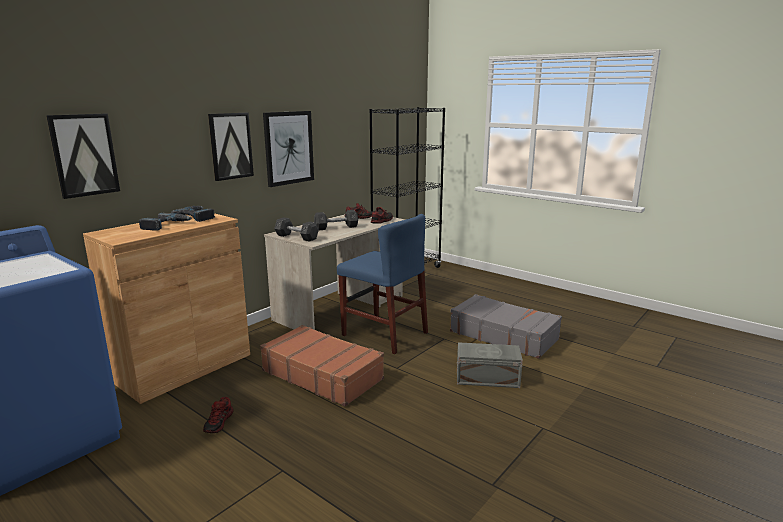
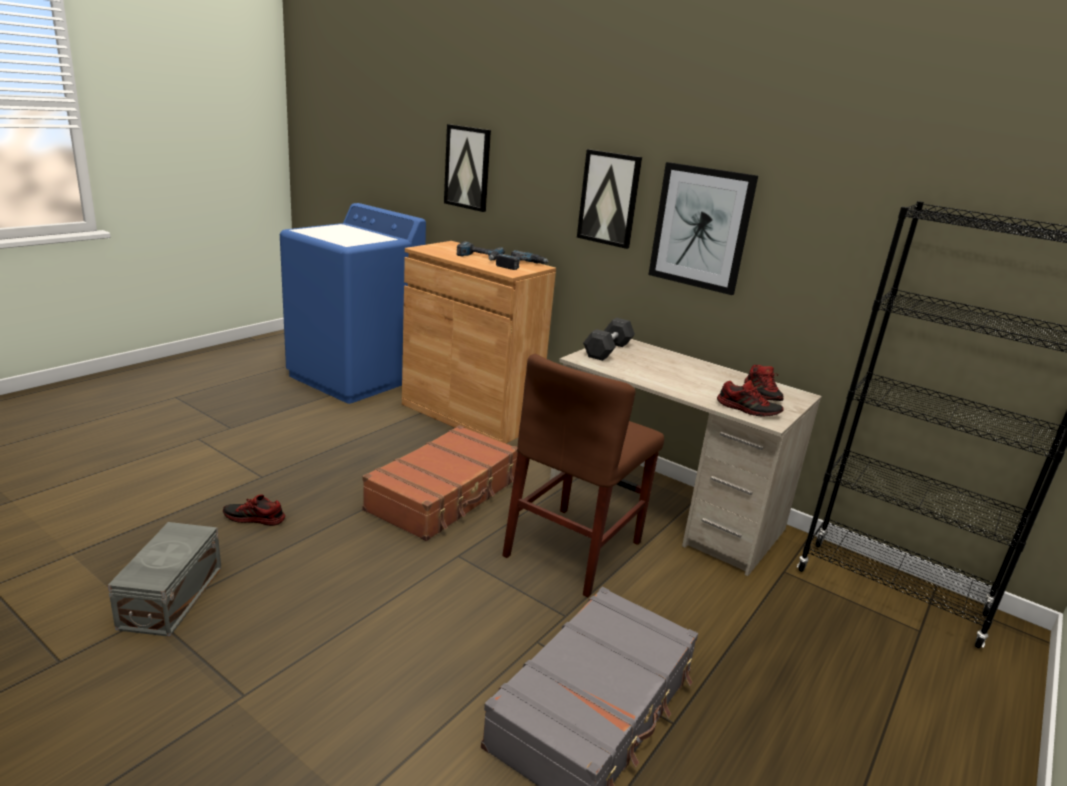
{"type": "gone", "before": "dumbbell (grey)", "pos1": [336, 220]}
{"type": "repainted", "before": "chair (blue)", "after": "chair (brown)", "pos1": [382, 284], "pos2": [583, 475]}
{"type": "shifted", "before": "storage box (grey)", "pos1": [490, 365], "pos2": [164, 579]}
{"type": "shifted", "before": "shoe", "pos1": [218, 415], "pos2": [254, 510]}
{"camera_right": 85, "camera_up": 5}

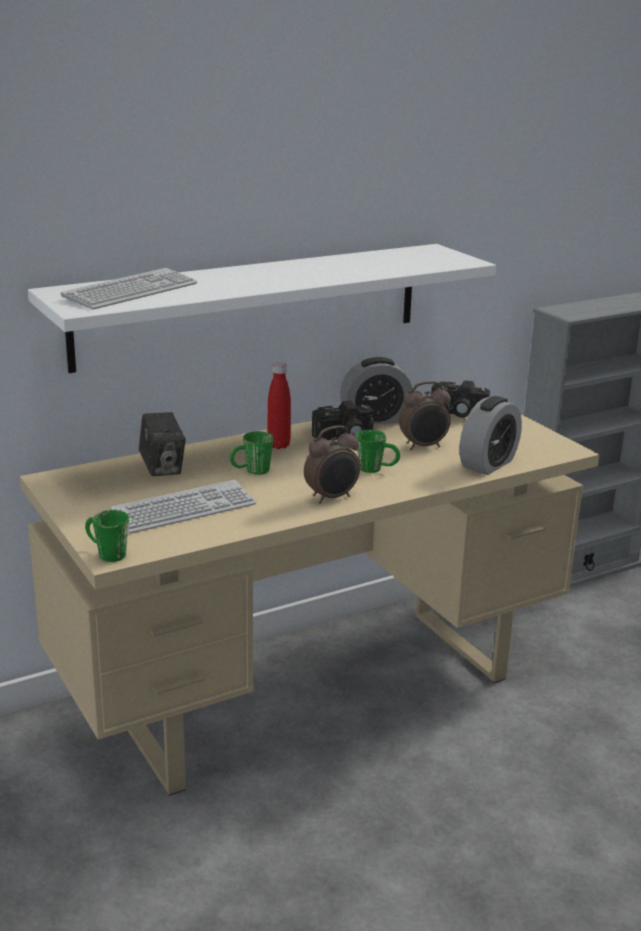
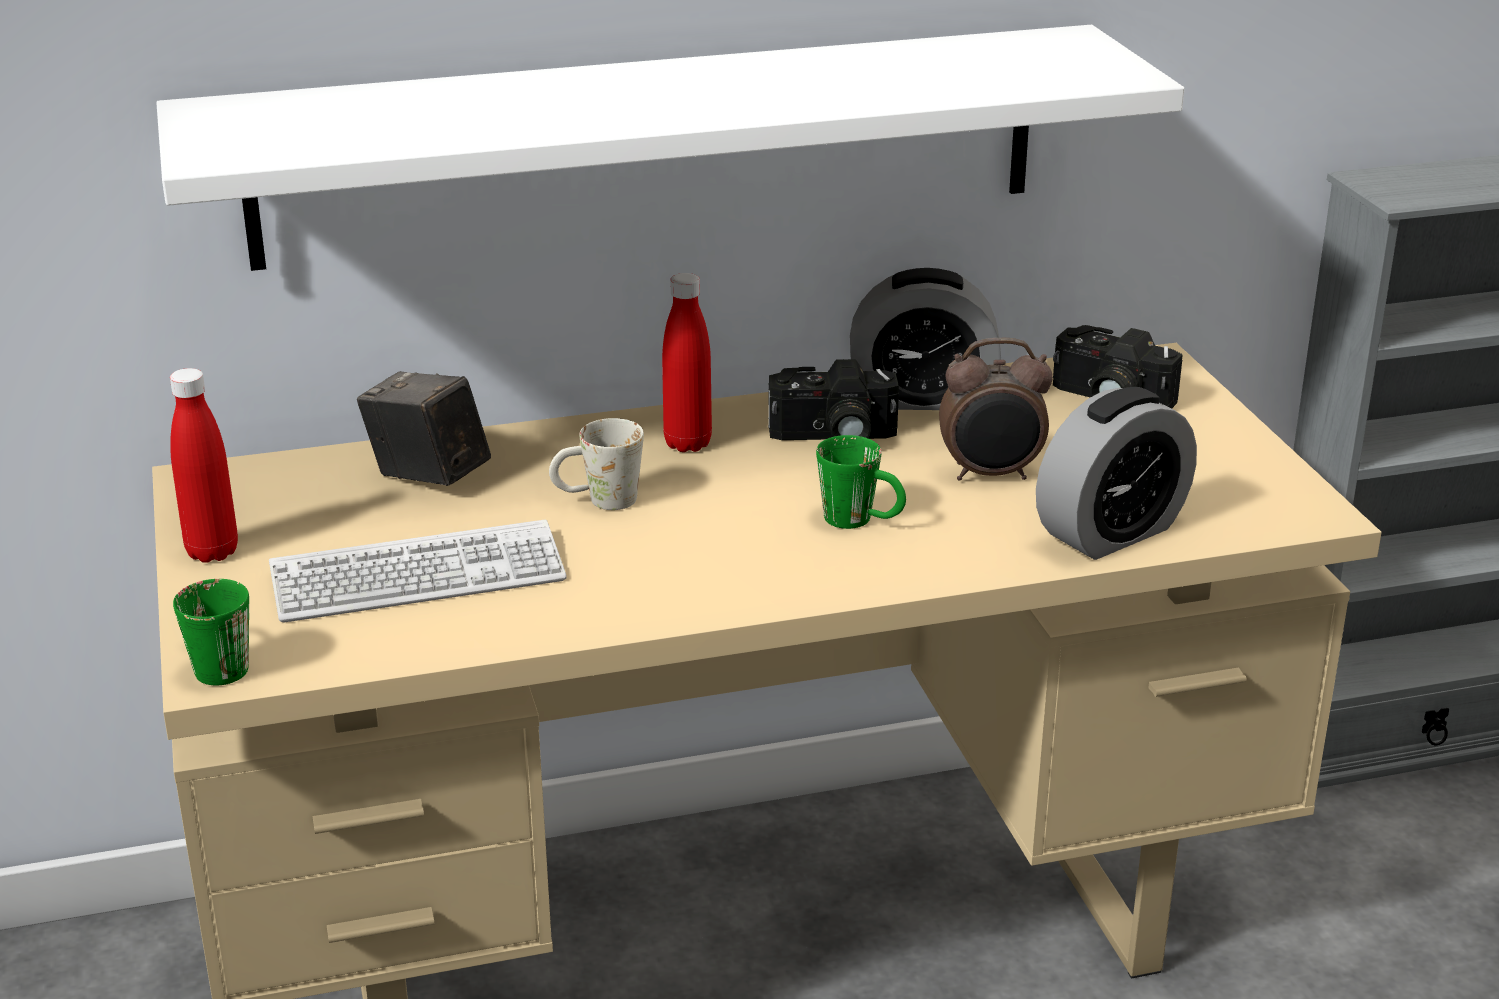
{"type": "gone", "before": "keyboard", "pos1": [129, 288]}
{"type": "rotated", "before": "photo camera", "pos1": [162, 444], "pos2": [424, 428], "turn": 135}
{"type": "gone", "before": "alarm clock", "pos1": [332, 464]}
{"type": "repainted", "before": "mug (green)", "after": "mug (white)", "pos1": [252, 453], "pos2": [596, 464]}
{"type": "new", "after": "bottle (red)", "pos2": [204, 465]}
{"camera_right": 15, "camera_up": 5}

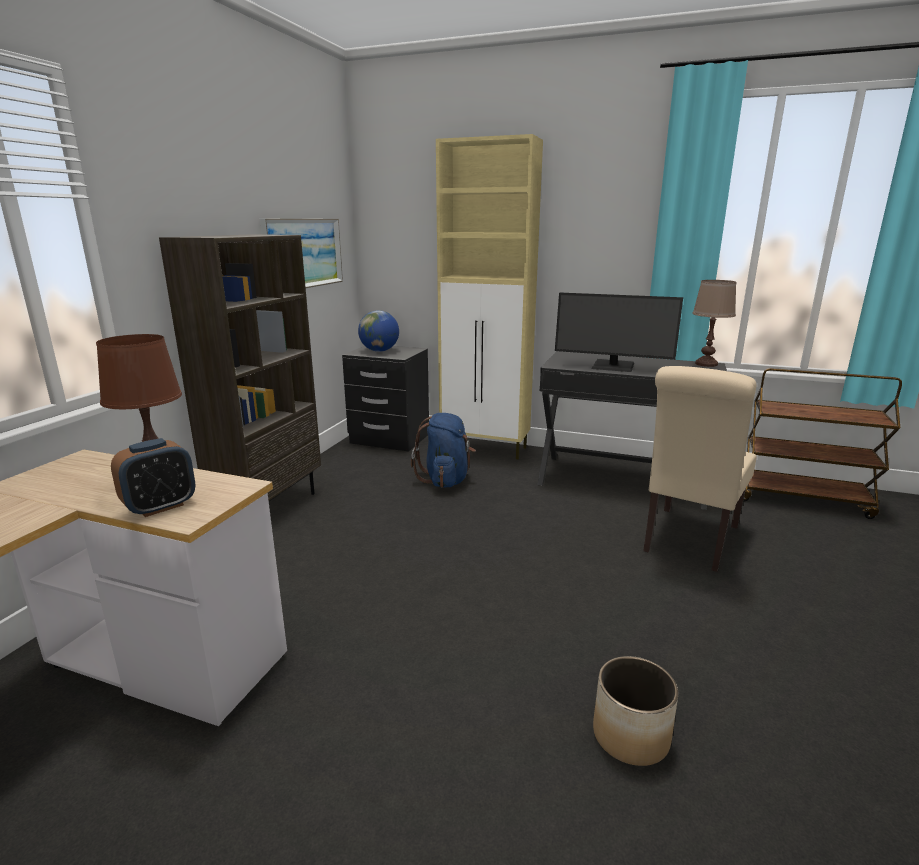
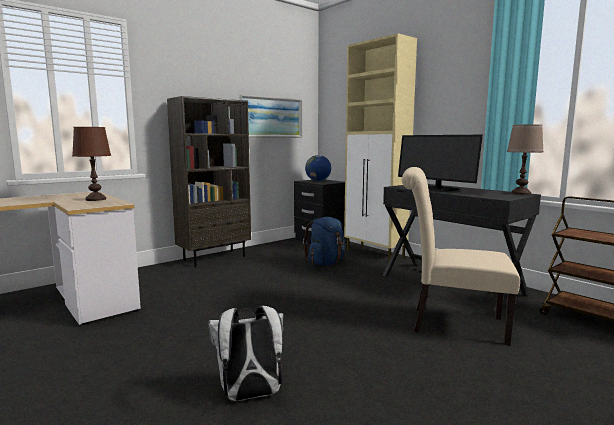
{"type": "rotated", "before": "chair (beige)", "pos1": [700, 469], "pos2": [461, 256], "turn": 45}
{"type": "gone", "before": "alarm clock", "pos1": [153, 477]}
{"type": "swapped", "before": "planter", "after": "backpack (white)", "pos1": [635, 711], "pos2": [245, 353]}
{"camera_right": 30, "camera_up": -10}

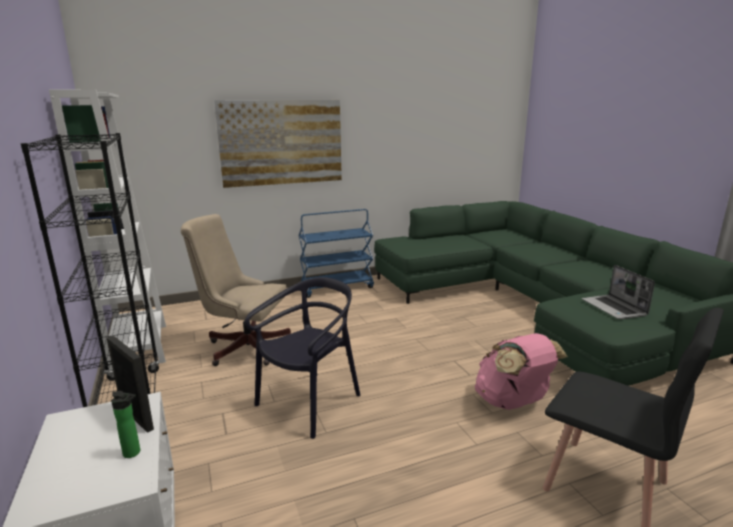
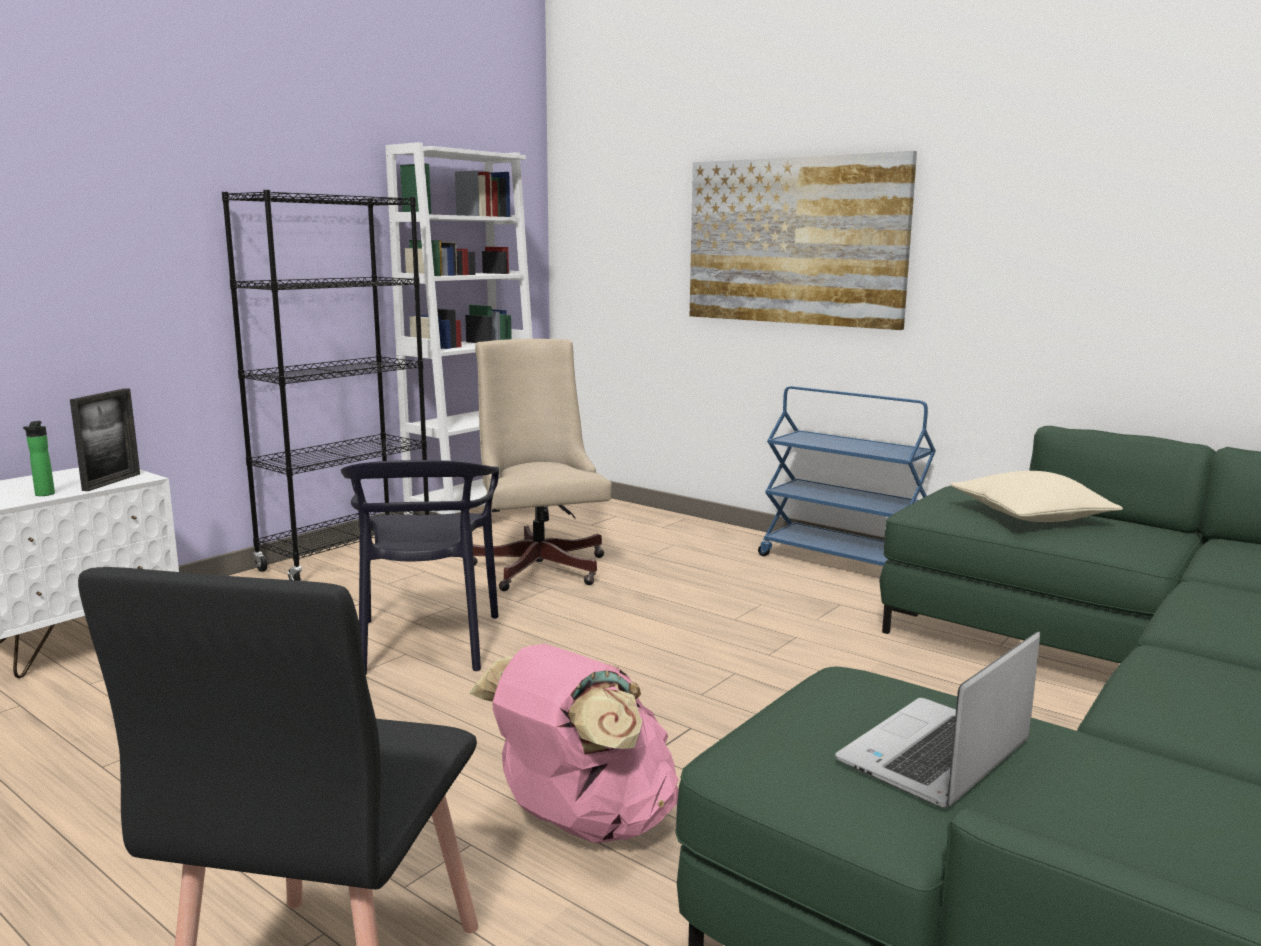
{"type": "rotated", "before": "chair (black)", "pos1": [302, 358], "pos2": [420, 567], "turn": 75}
{"type": "new", "after": "pillow (beige)", "pos2": [1036, 496]}
{"camera_right": 60, "camera_up": -5}

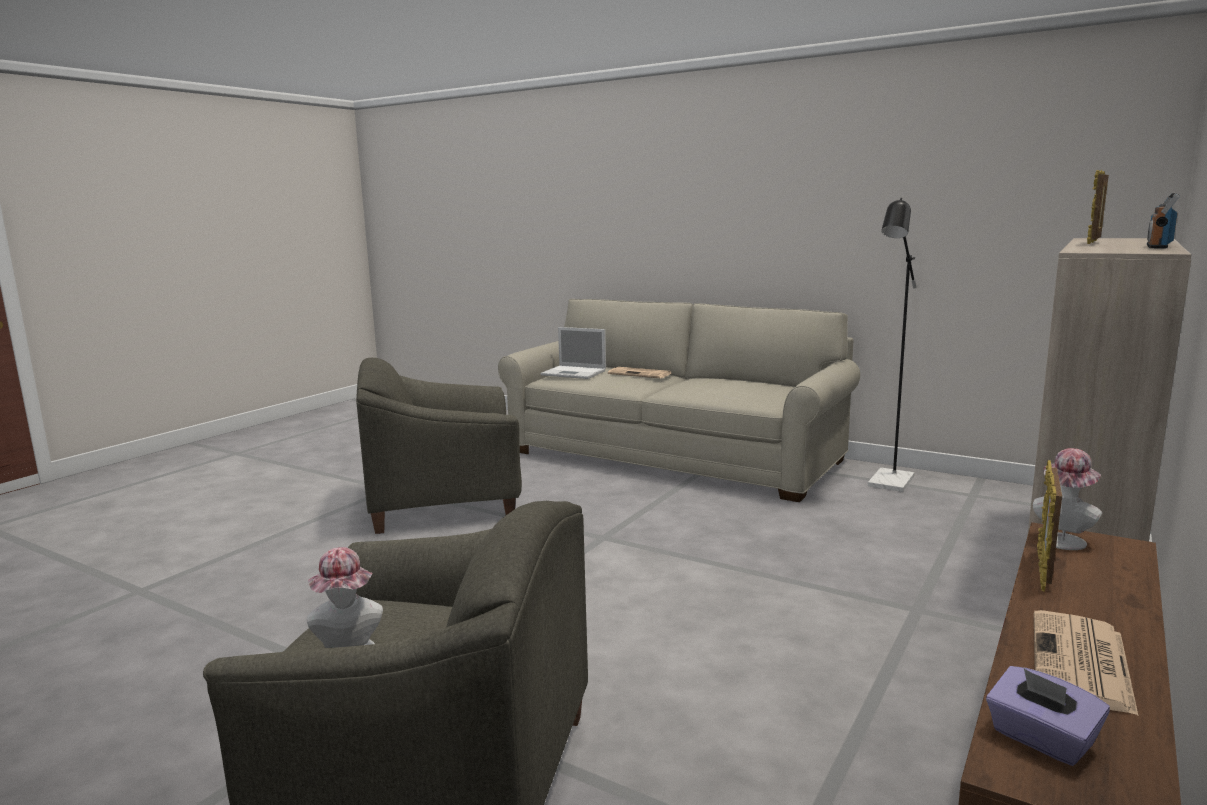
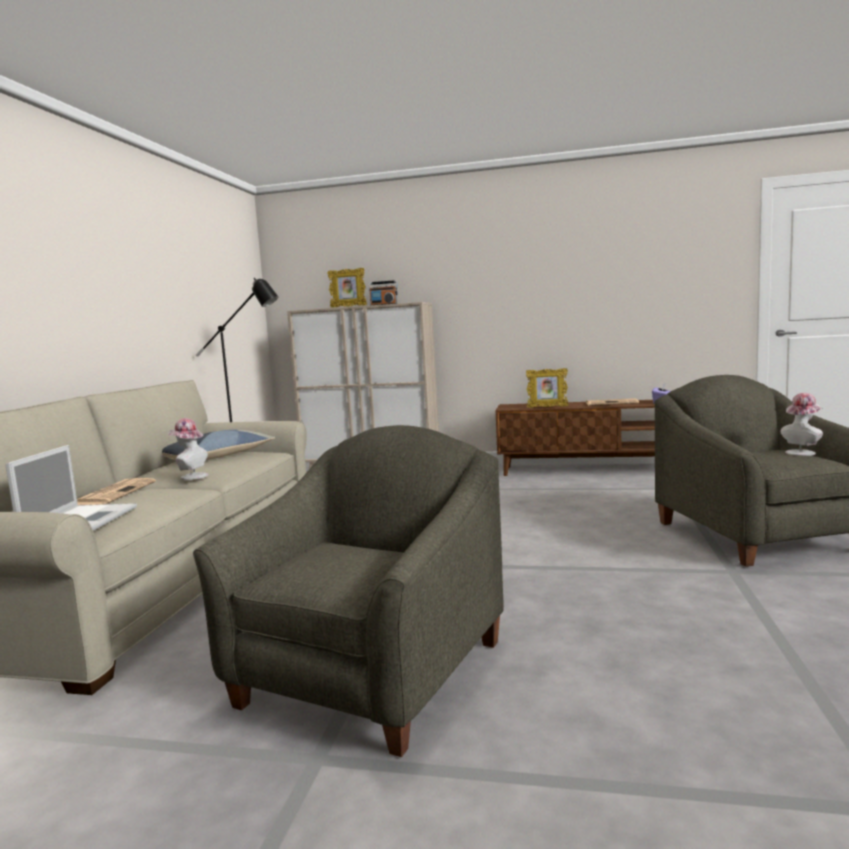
{"type": "rotated", "before": "armchair (grey)", "pos1": [439, 446], "pos2": [348, 591], "turn": -120}
{"type": "shifted", "before": "hat", "pos1": [1067, 499], "pos2": [188, 449]}
{"type": "new", "after": "pillow", "pos2": [218, 445]}
{"camera_right": -110, "camera_up": -5}

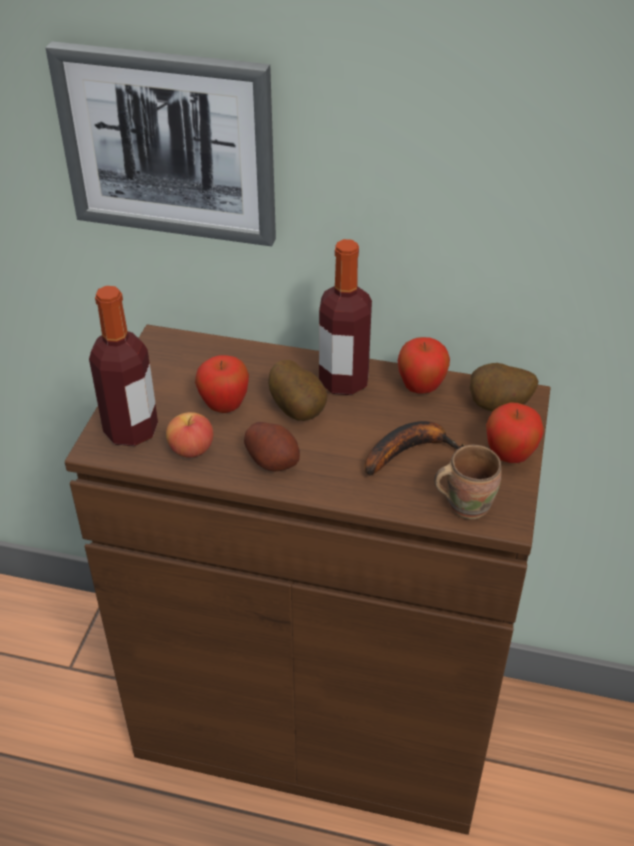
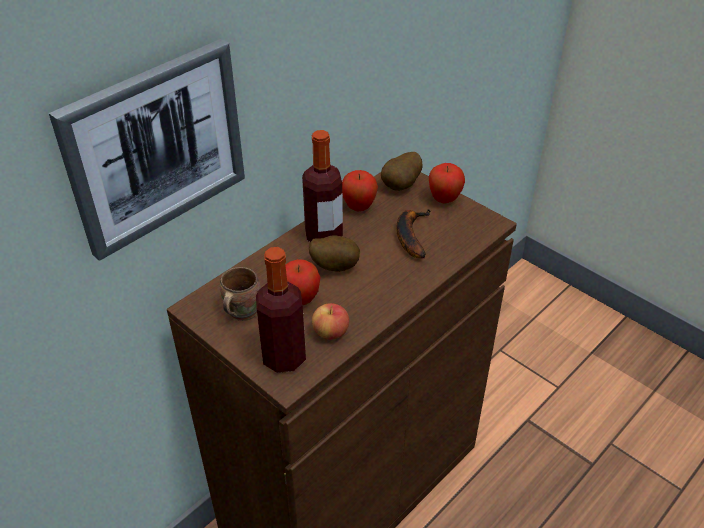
{"type": "gone", "before": "potato", "pos1": [272, 447]}
{"type": "shifted", "before": "mug (brown)", "pos1": [467, 482], "pos2": [240, 294]}
{"camera_right": -60, "camera_up": 0}

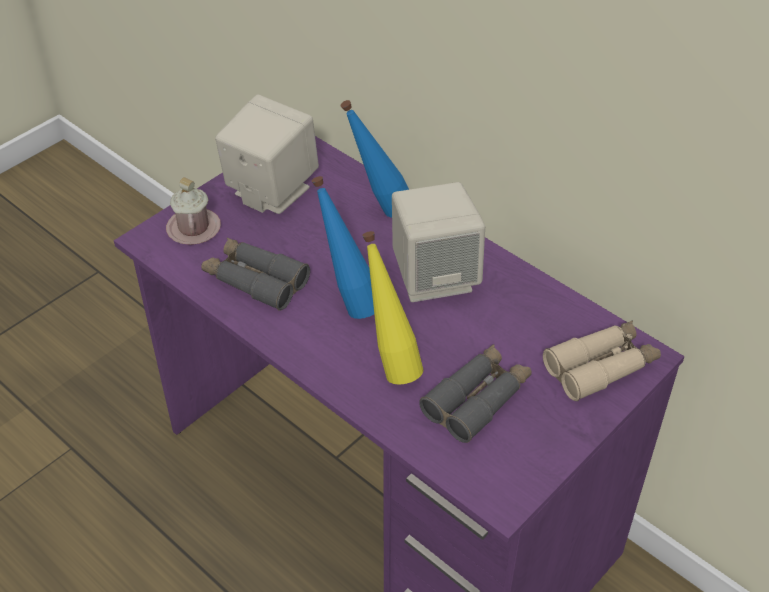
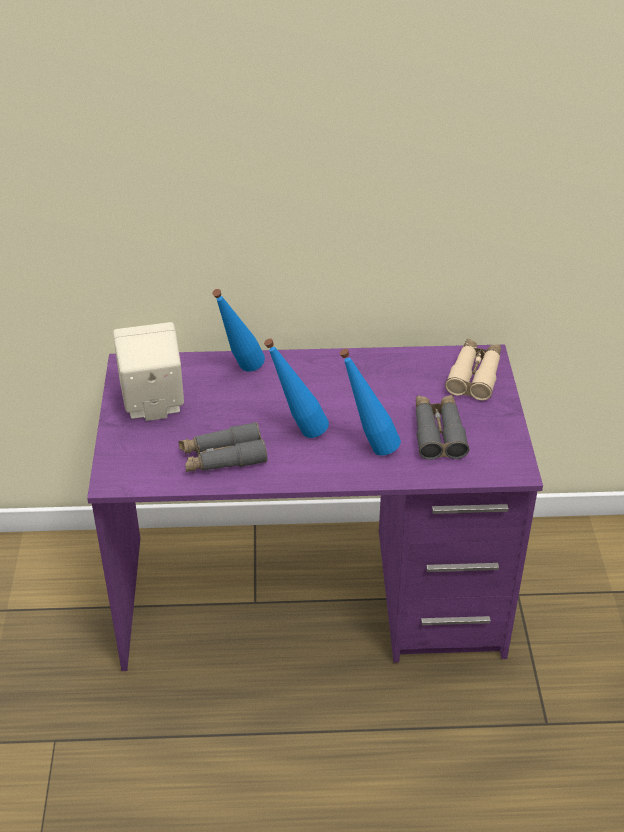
{"type": "gone", "before": "mug (pink)", "pos1": [193, 211]}
{"type": "gone", "before": "speaker (beige)", "pos1": [438, 242]}
{"type": "repainted", "before": "bottle (yellow)", "after": "bottle (blue)", "pos1": [392, 308], "pos2": [370, 402]}
{"camera_right": -45, "camera_up": -5}

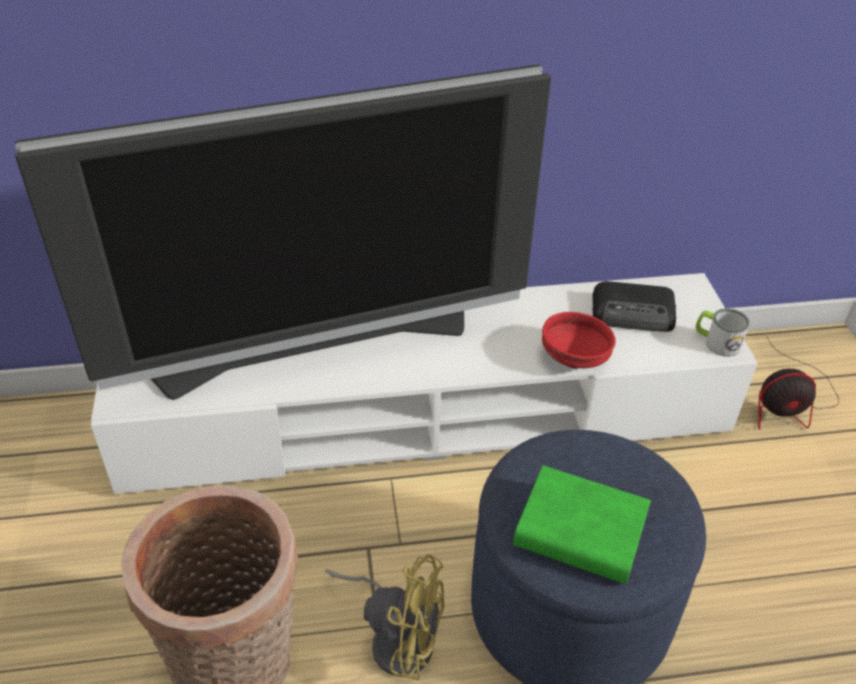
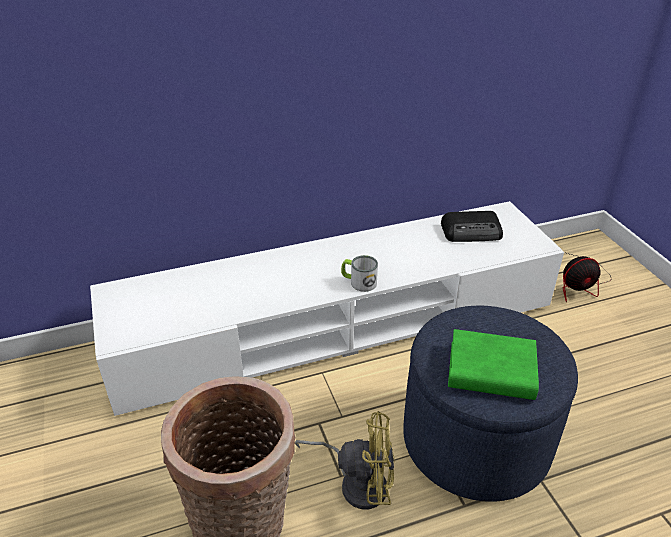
{"type": "gone", "before": "television", "pos1": [283, 232]}
{"type": "shifted", "before": "mug", "pos1": [723, 332], "pos2": [359, 273]}
{"type": "gone", "before": "bowl (red)", "pos1": [579, 340]}
{"camera_right": -10, "camera_up": -5}

